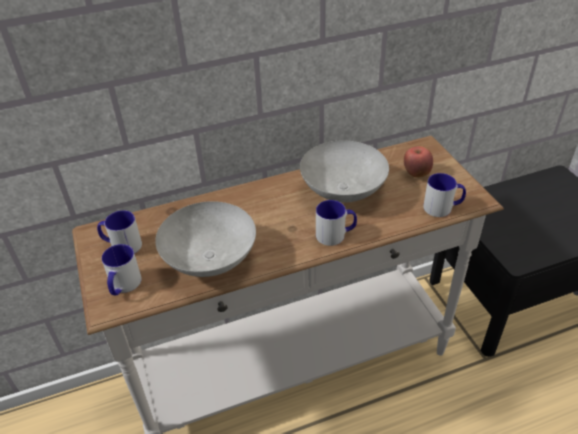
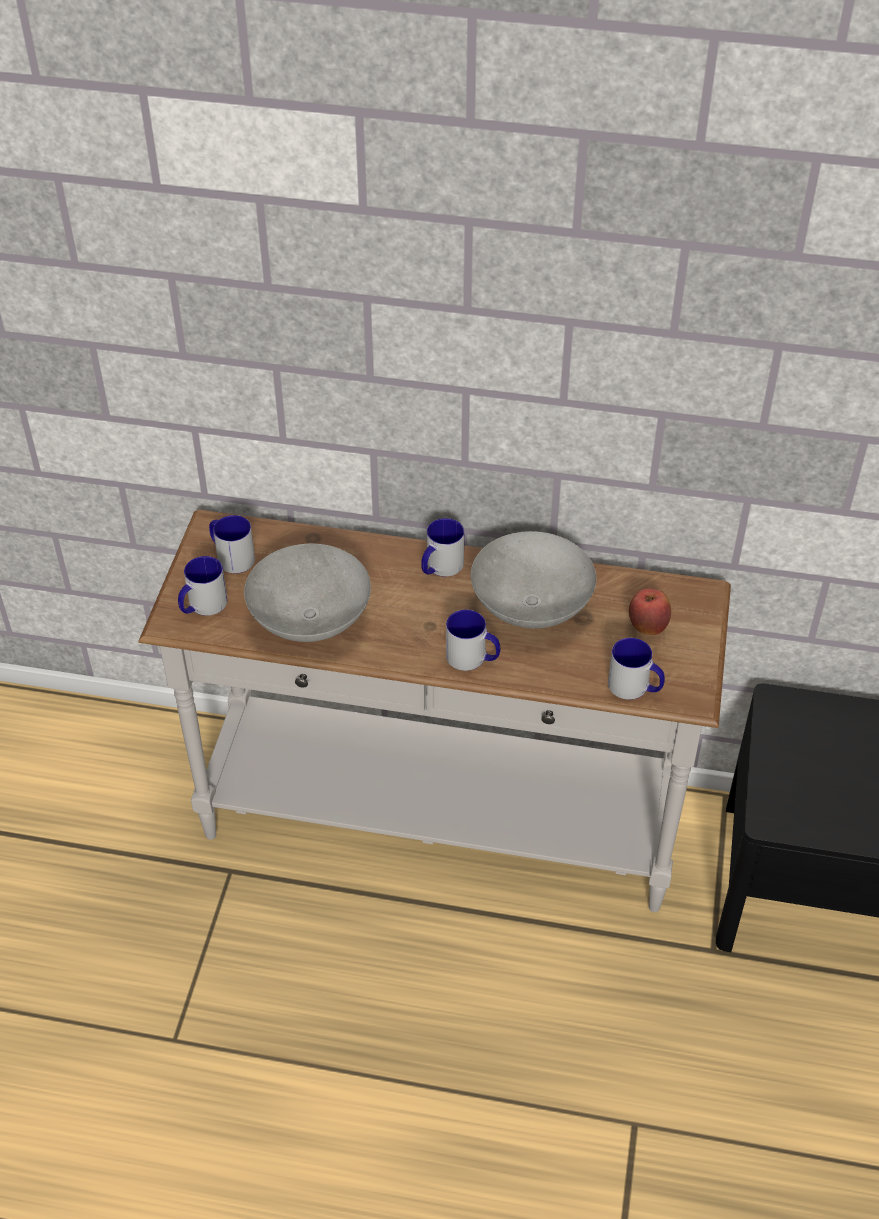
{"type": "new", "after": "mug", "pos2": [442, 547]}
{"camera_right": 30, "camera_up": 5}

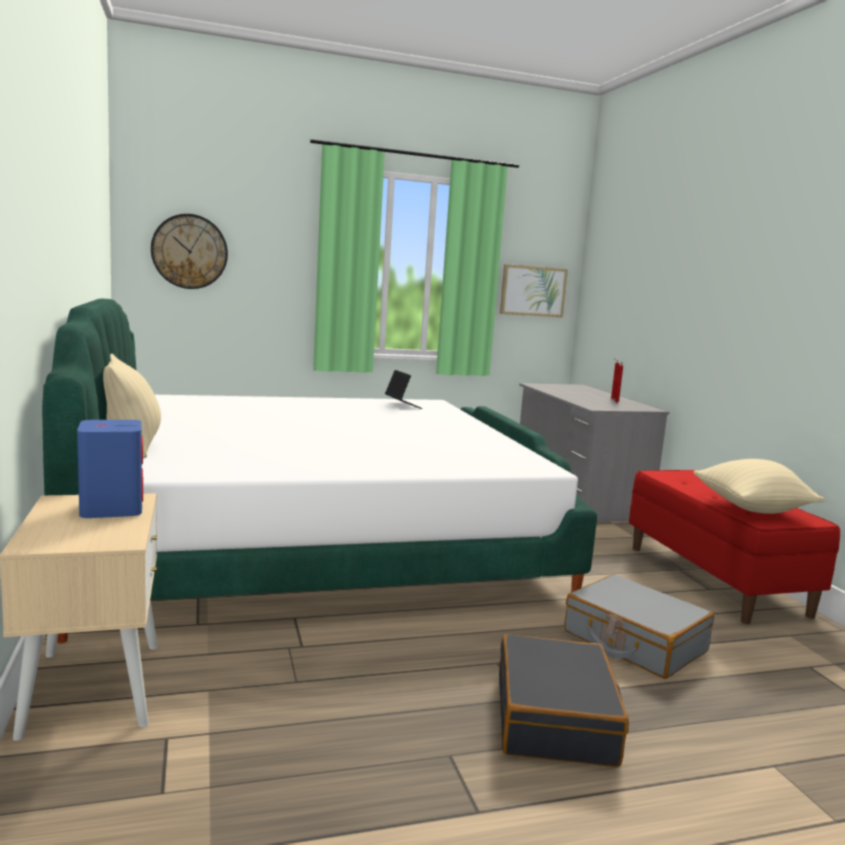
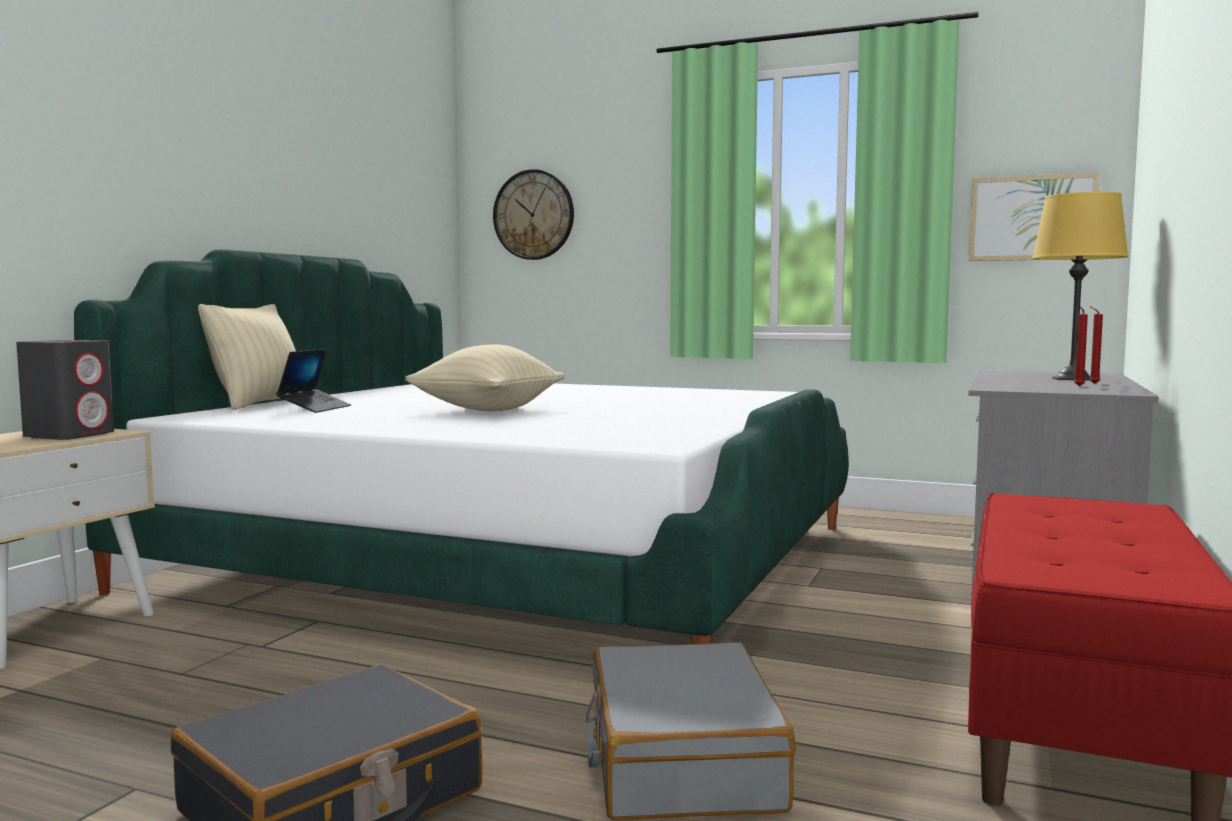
{"type": "shifted", "before": "laptop", "pos1": [403, 389], "pos2": [313, 381]}
{"type": "repainted", "before": "speaker (blue)", "after": "speaker (grey)", "pos1": [110, 469], "pos2": [65, 390]}
{"type": "shifted", "before": "pillow (beige)", "pos1": [759, 486], "pos2": [485, 377]}
{"type": "new", "after": "table lamp (yellow)", "pos2": [1080, 286]}
{"camera_right": 40, "camera_up": -5}

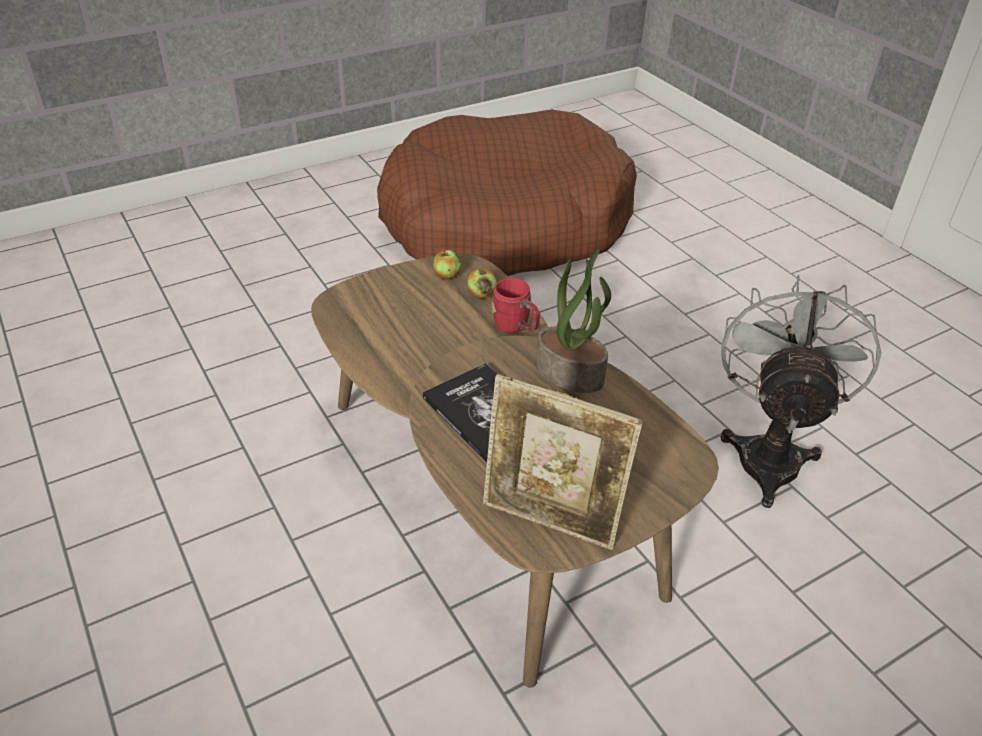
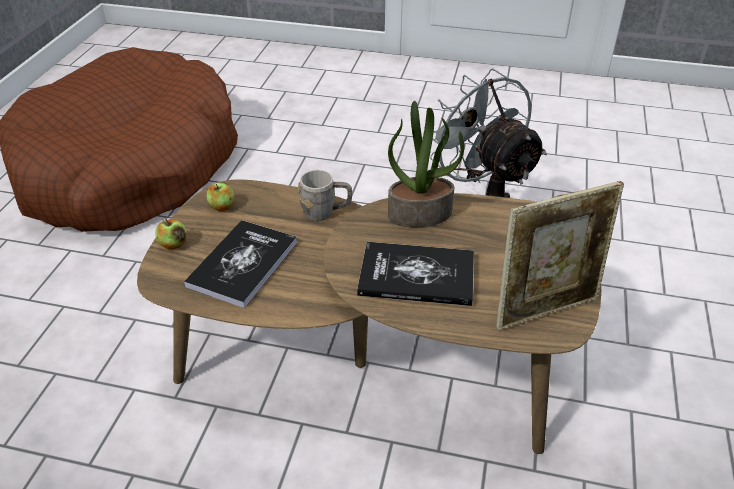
{"type": "shifted", "before": "apple", "pos1": [482, 283], "pos2": [170, 234]}
{"type": "repainted", "before": "mug (red)", "after": "mug (grey)", "pos1": [516, 306], "pos2": [325, 195]}
{"type": "new", "after": "book", "pos2": [240, 264]}
{"camera_right": -45, "camera_up": 0}

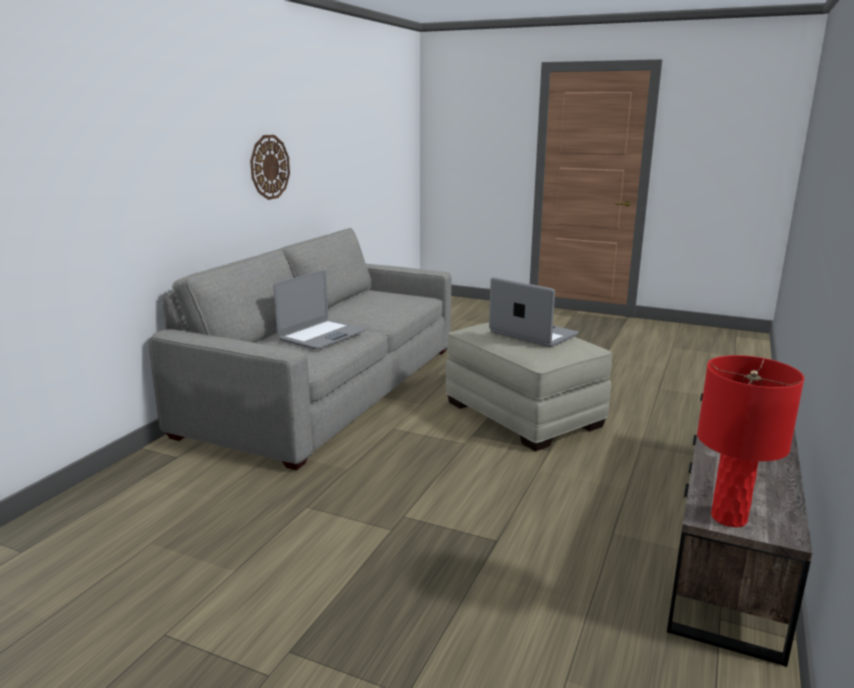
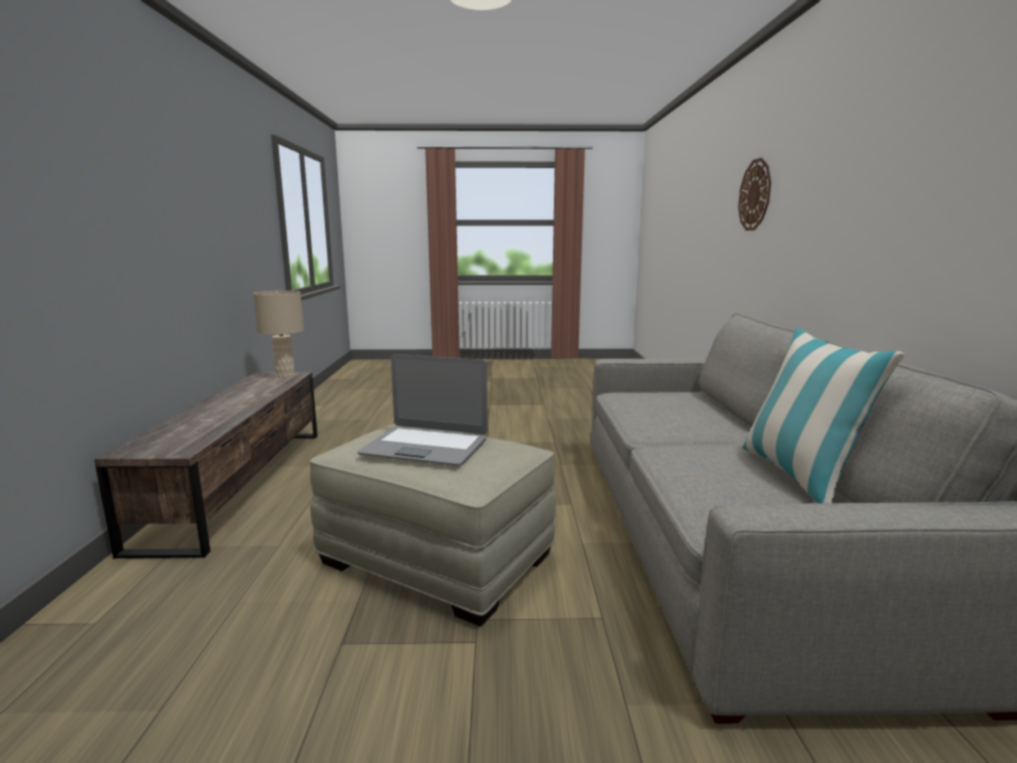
{"type": "shifted", "before": "wall clock", "pos1": [270, 167], "pos2": [754, 194]}
{"type": "gone", "before": "laptop", "pos1": [319, 309]}
{"type": "repainted", "before": "table lamp (red)", "after": "table lamp (beige)", "pos1": [750, 441], "pos2": [278, 334]}
{"type": "new", "after": "pillow", "pos2": [823, 415]}
{"camera_right": 155, "camera_up": -5}

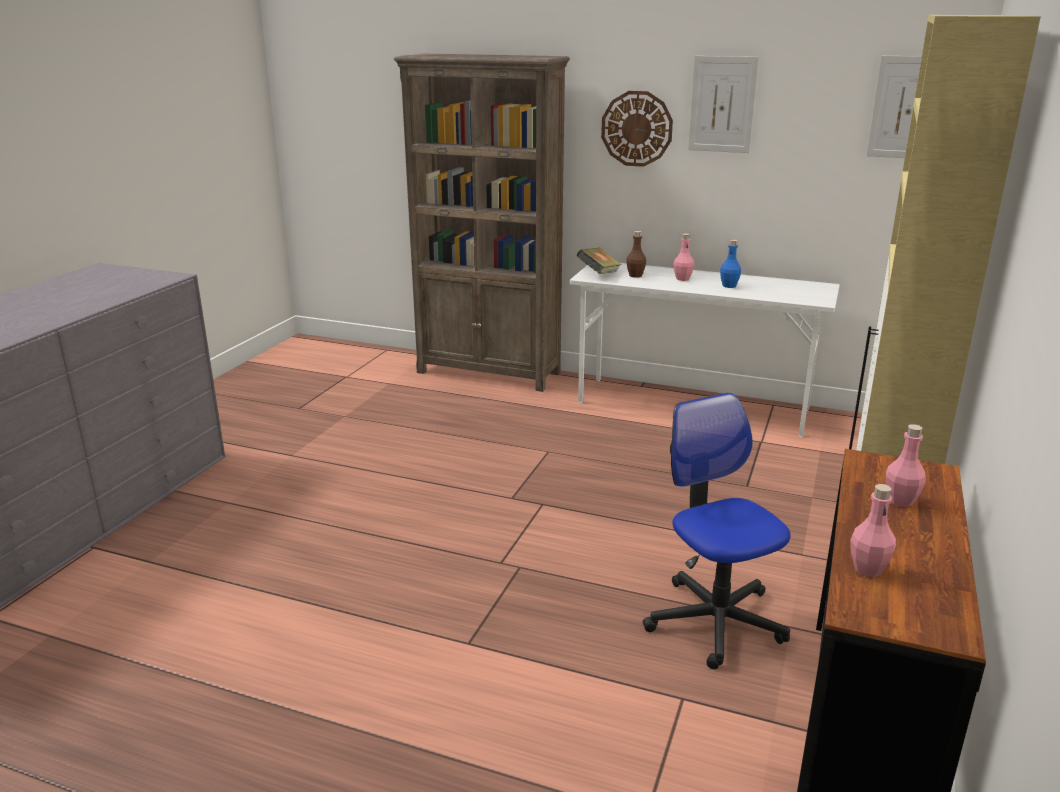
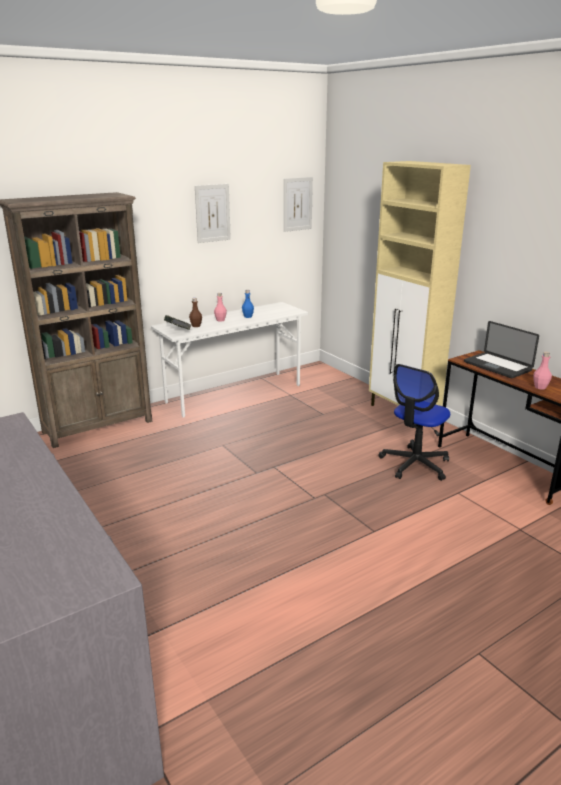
{"type": "gone", "before": "wall clock", "pos1": [637, 129]}
{"type": "rotated", "before": "office chair", "pos1": [717, 531], "pos2": [414, 422], "turn": -60}
{"type": "swapped", "before": "bottle (pink)", "after": "laptop", "pos1": [906, 465], "pos2": [501, 349]}
{"camera_right": -55, "camera_up": 0}

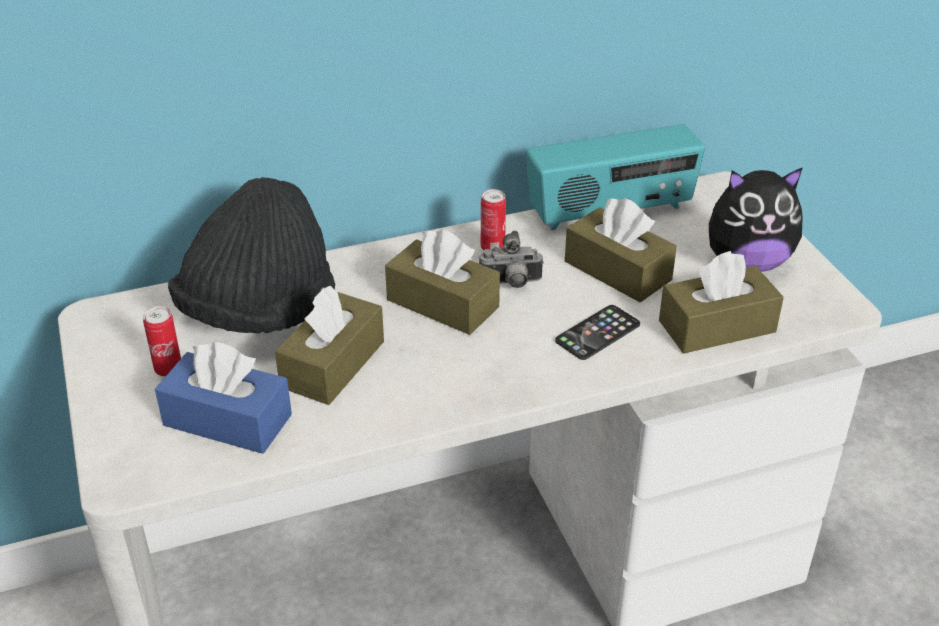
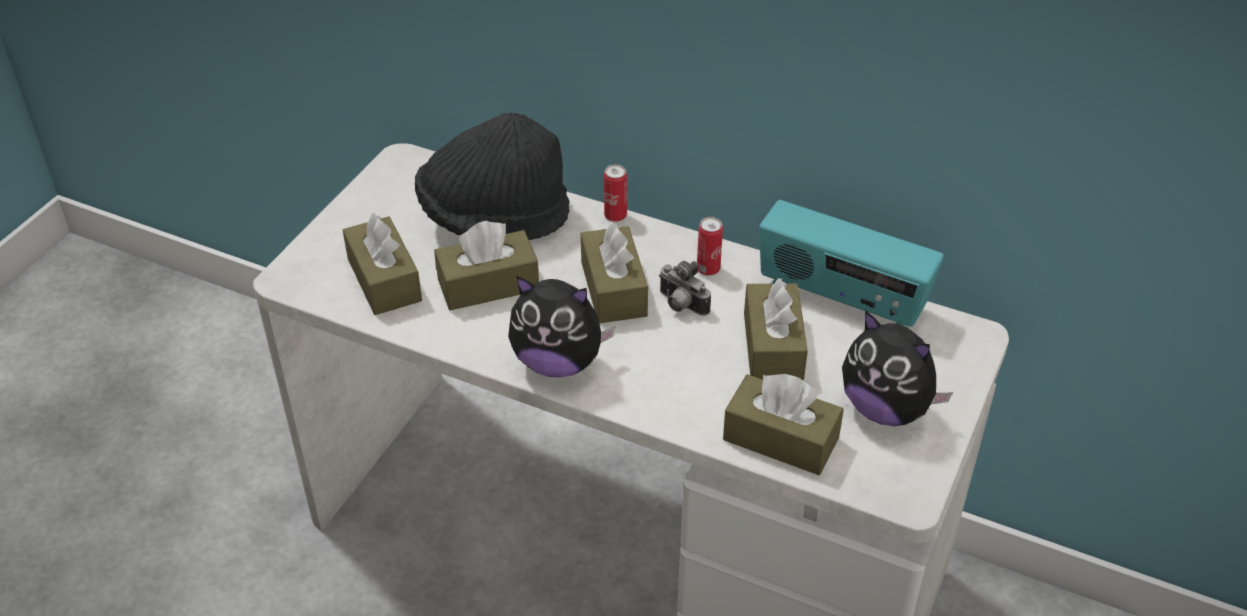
{"type": "gone", "before": "phone", "pos1": [597, 332]}
{"type": "shifted", "before": "can", "pos1": [162, 341], "pos2": [615, 193]}
{"type": "repainted", "before": "tissue box (blue)", "after": "tissue box (brown)", "pos1": [223, 398], "pos2": [382, 264]}
{"type": "new", "after": "plush toy", "pos2": [562, 327]}
{"camera_right": 45, "camera_up": 5}

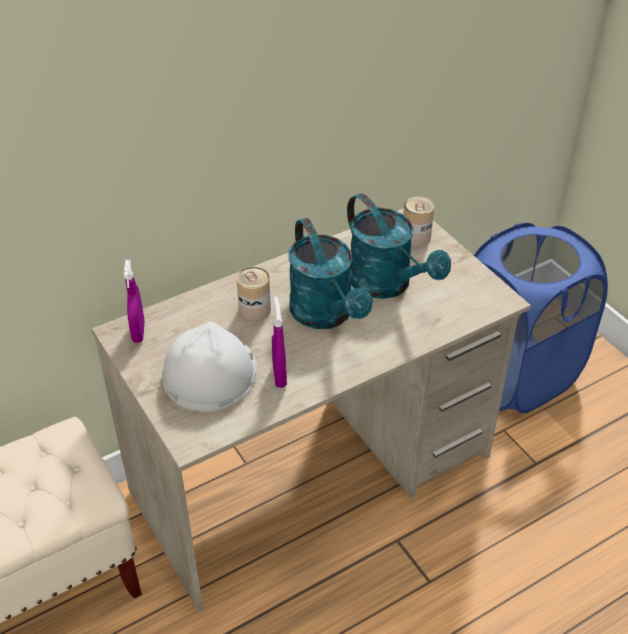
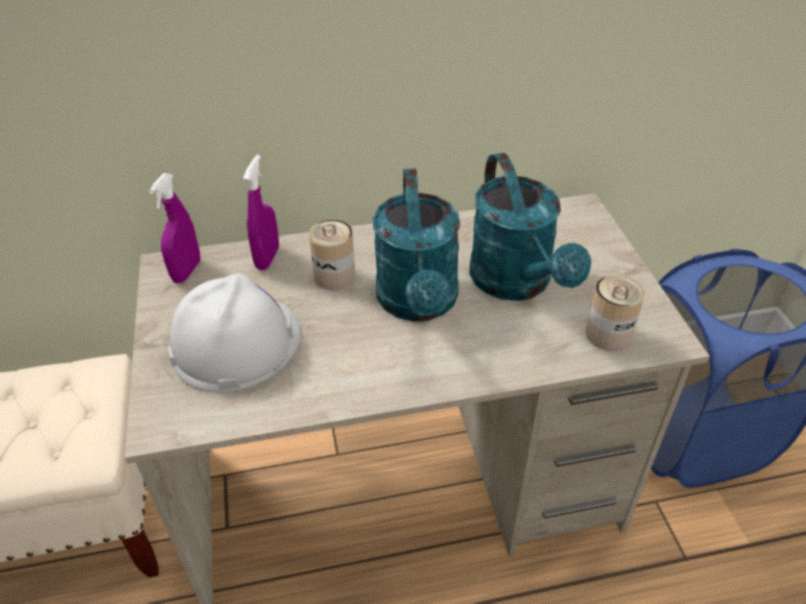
{"type": "shifted", "before": "can", "pos1": [418, 221], "pos2": [615, 312]}
{"type": "shifted", "before": "spray bottle (purple)", "pos1": [279, 342], "pos2": [261, 212]}
{"camera_right": 20, "camera_up": 0}

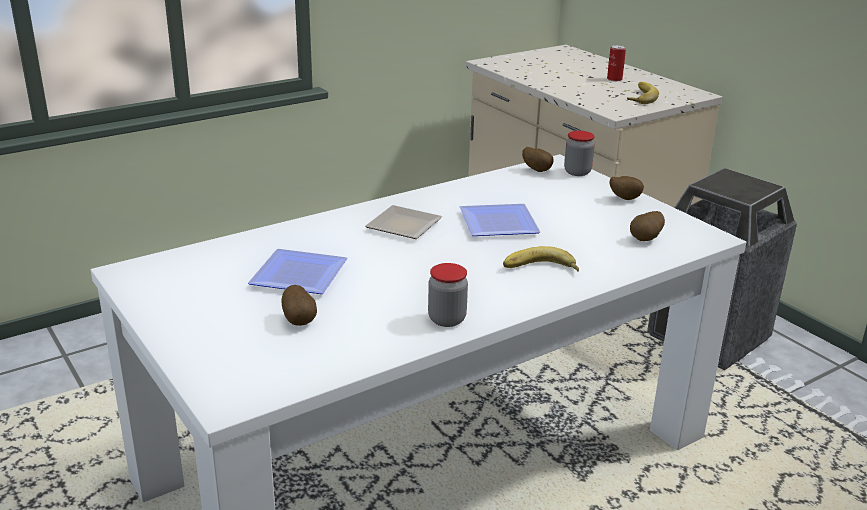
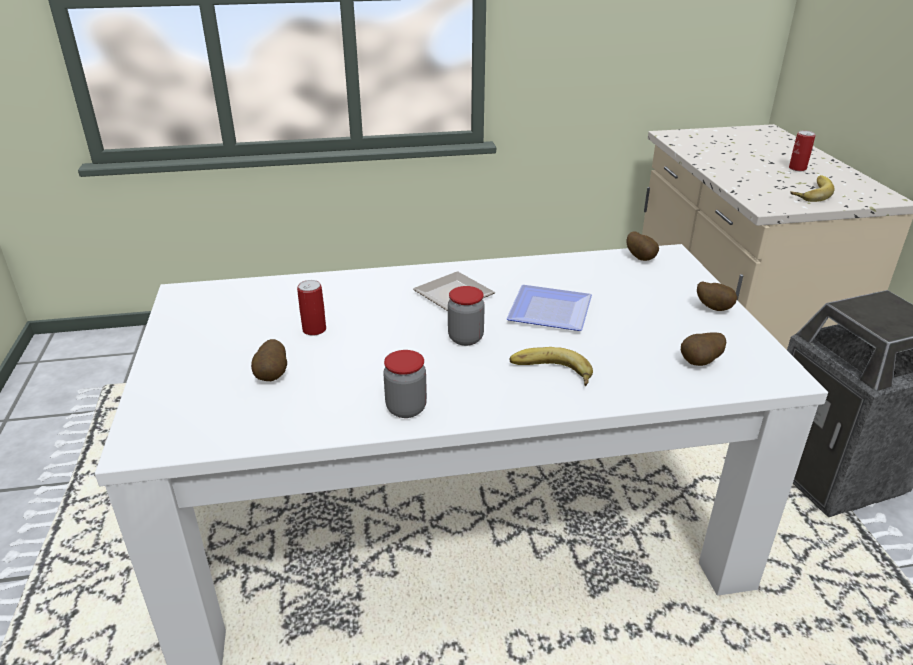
{"type": "shifted", "before": "jar", "pos1": [579, 153], "pos2": [466, 316]}
{"type": "swapped", "before": "plate", "after": "can", "pos1": [298, 271], "pos2": [311, 308]}
{"camera_right": 25, "camera_up": 5}

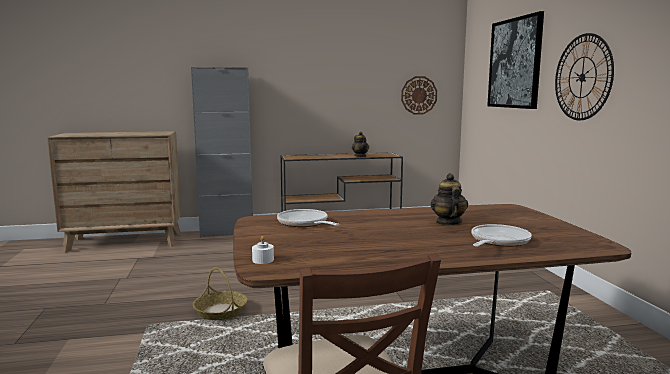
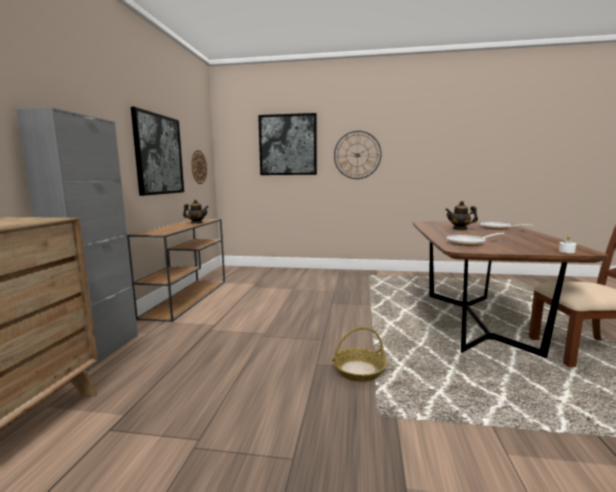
{"type": "new", "after": "picture", "pos2": [157, 151]}
{"camera_right": -70, "camera_up": 0}

